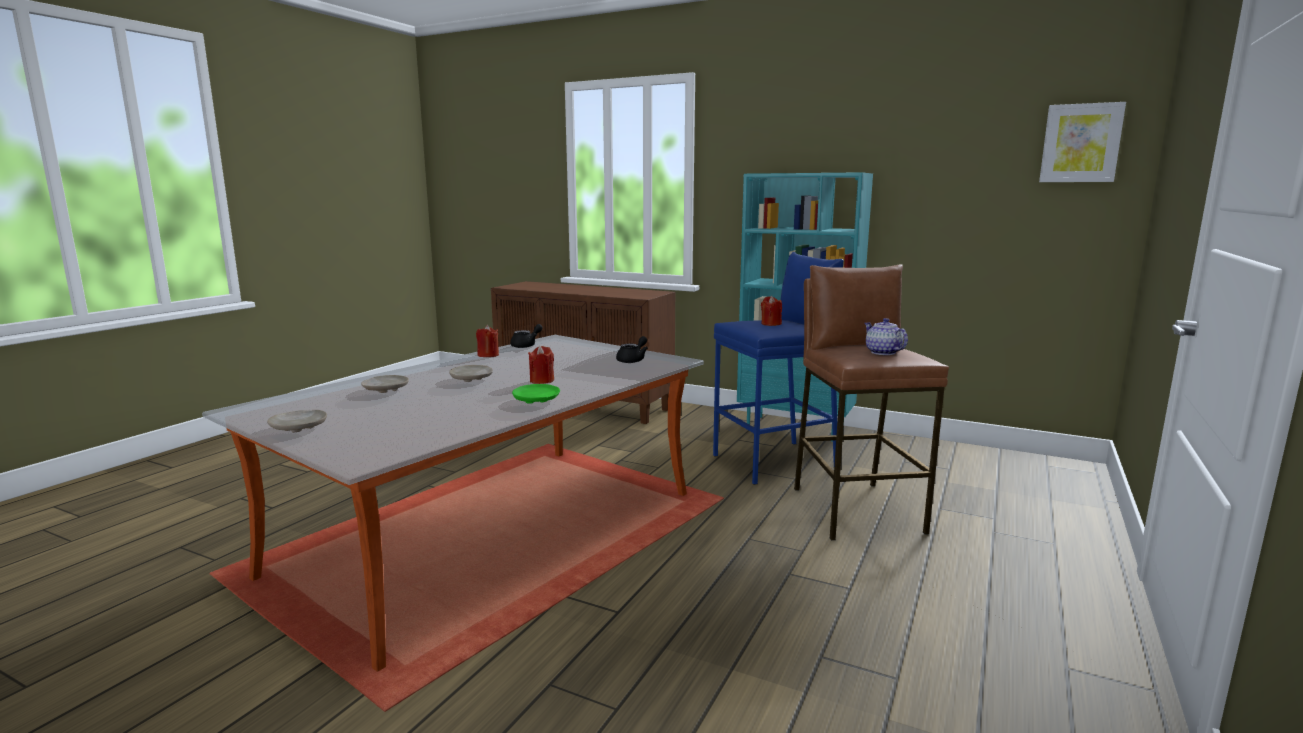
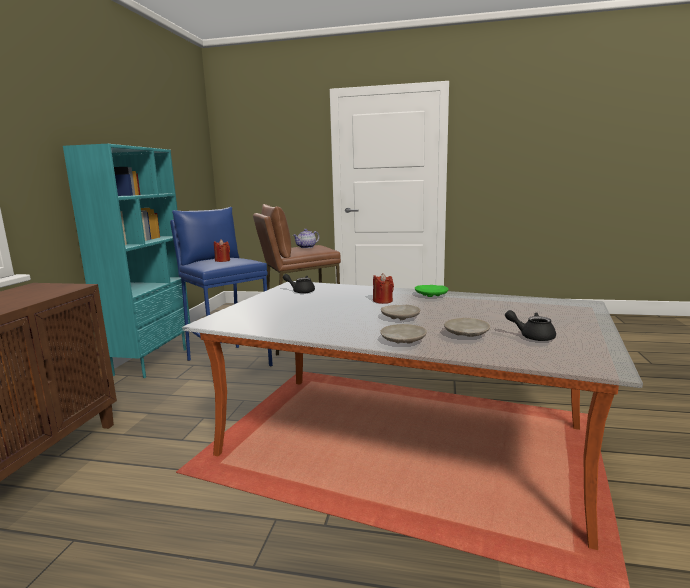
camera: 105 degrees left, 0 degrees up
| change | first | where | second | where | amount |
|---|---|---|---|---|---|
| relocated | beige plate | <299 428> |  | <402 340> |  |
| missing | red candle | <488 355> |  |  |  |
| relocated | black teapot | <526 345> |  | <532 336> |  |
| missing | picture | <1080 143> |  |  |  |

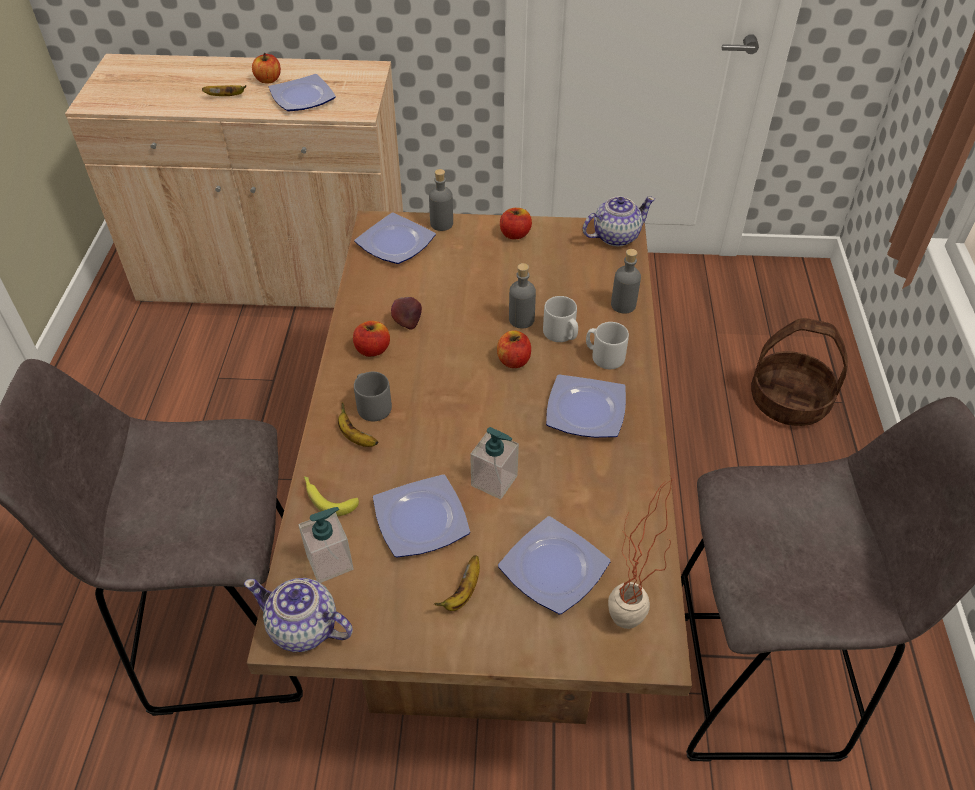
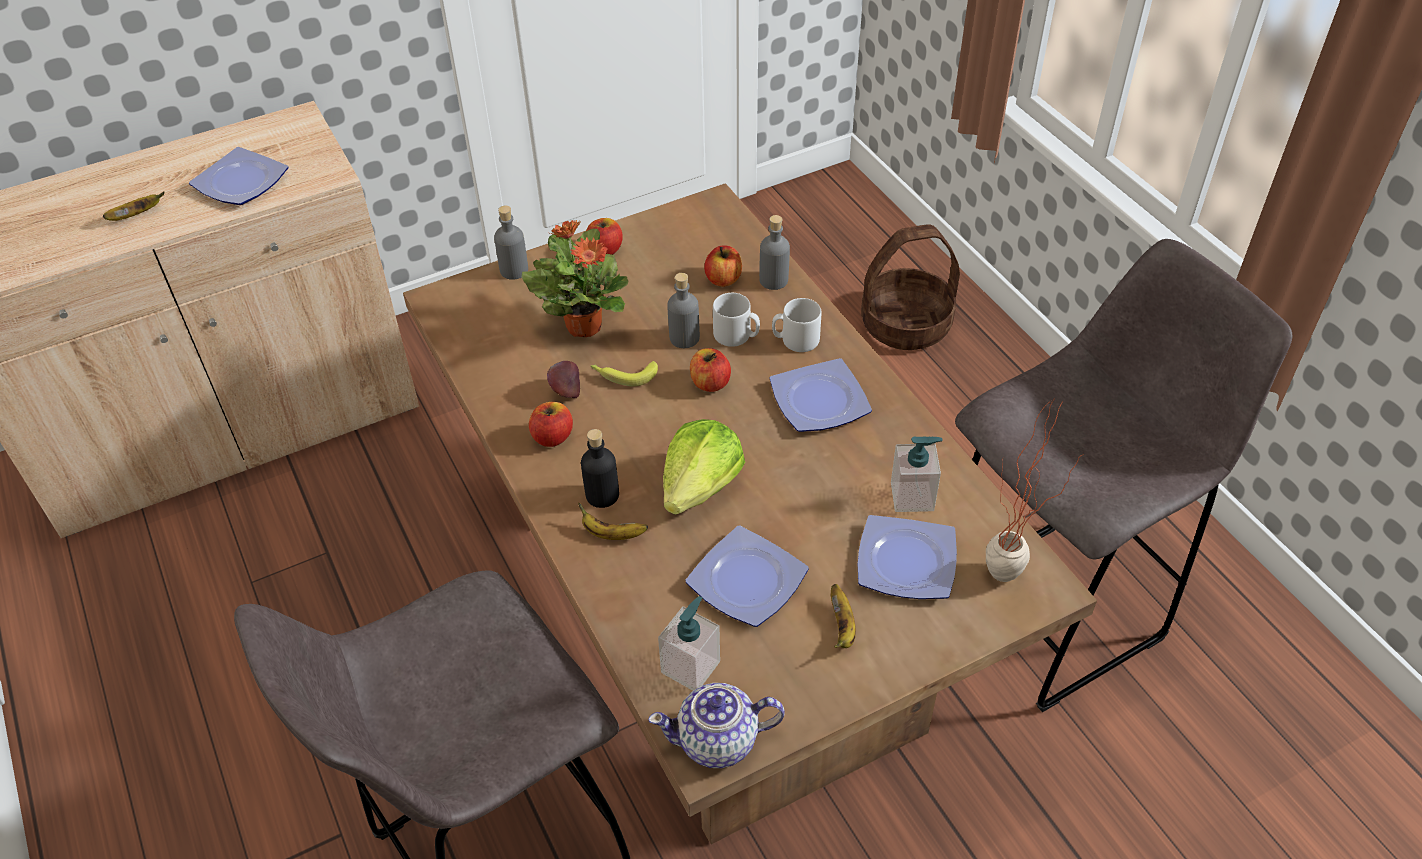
camera: 30 degrees left, 0 degrees up
| change | first | where | second | where | amount |
|---|---|---|---|---|---|
| relocated | apple | <268 80> |  | <723 279> |  |
| relocated | banana | <327 498> |  | <623 375> |  |
| missing | plate | <395 244> |  |  |  |
| exchanged | grey mug | <372 406> | black bottle | <602 495> |  |
| relocated | soap dispenser | <494 481> |  | <912 496> |  |
| missing | teapot | <615 236> |  |  |  |
| appeared |  |  | potted plant | <583 325> |  |
| appeared |  |  | lettuce | <700 486> |  |

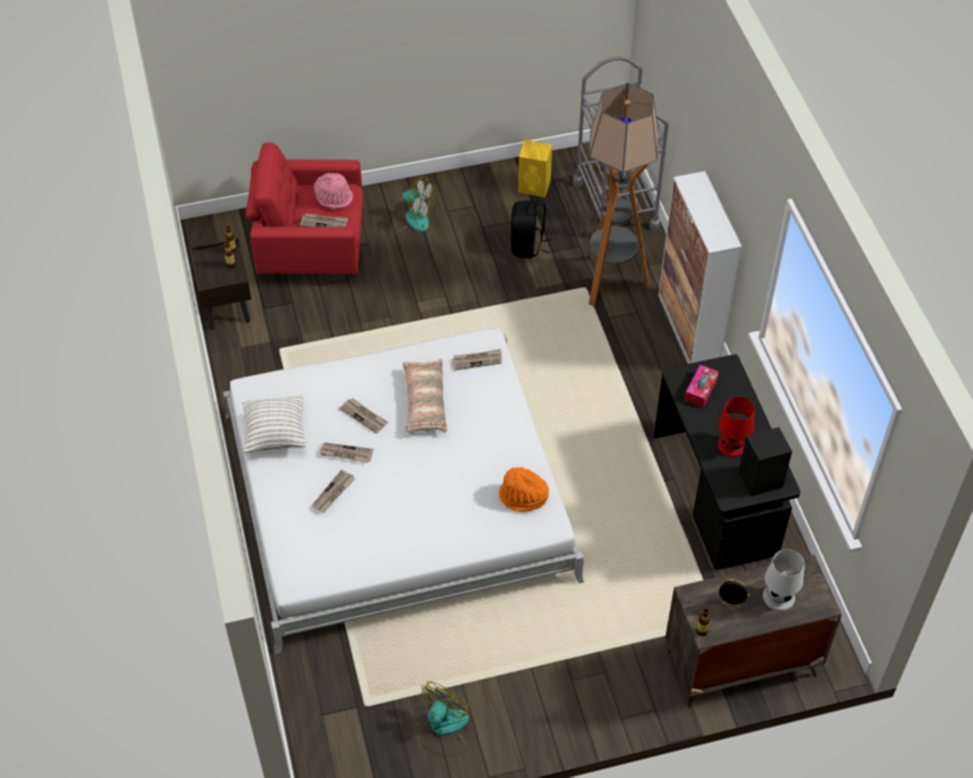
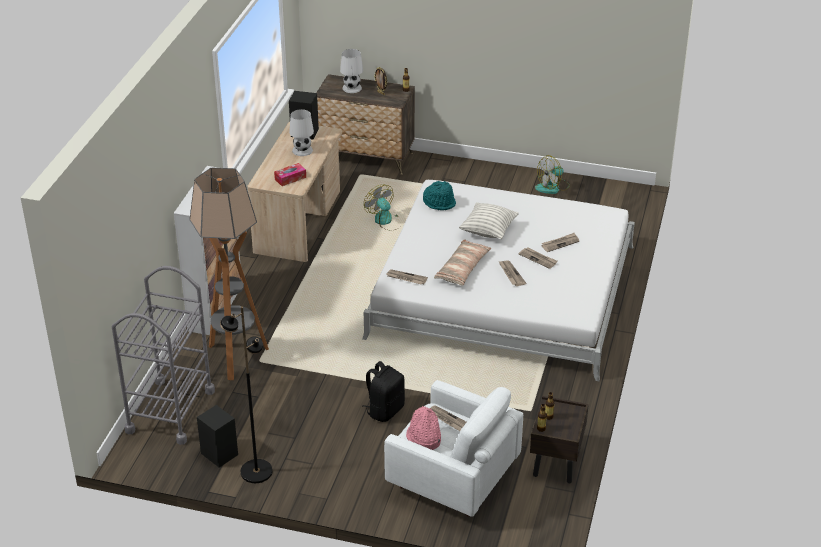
camera: 150 degrees left, 15 degrees down
| change | first | where | second | where | amount |
|---|---|---|---|---|---|
| relocated | pillow | <275 434> |  | <488 231> |  |
| colour | red armchair | <311 248> | white armchair | <453 480> |  |
| relocated | fan | <411 218> |  | <386 221> |  |
| colour | orange hat | <523 496> | turquoise hat | <439 203> |  |
| relocated | black backpack | <527 246> |  | <385 410> |  |
| colour | yellow speaker | <535 186> | black speaker | <219 453> |  |
| colour | black desk | <717 493> | beige desk | <299 222> |  |
| colour | red table lamp | <732 444> | white table lamp | <302 150> |  |
| appeared |  |  | black floor lamp | <256 471> |  |

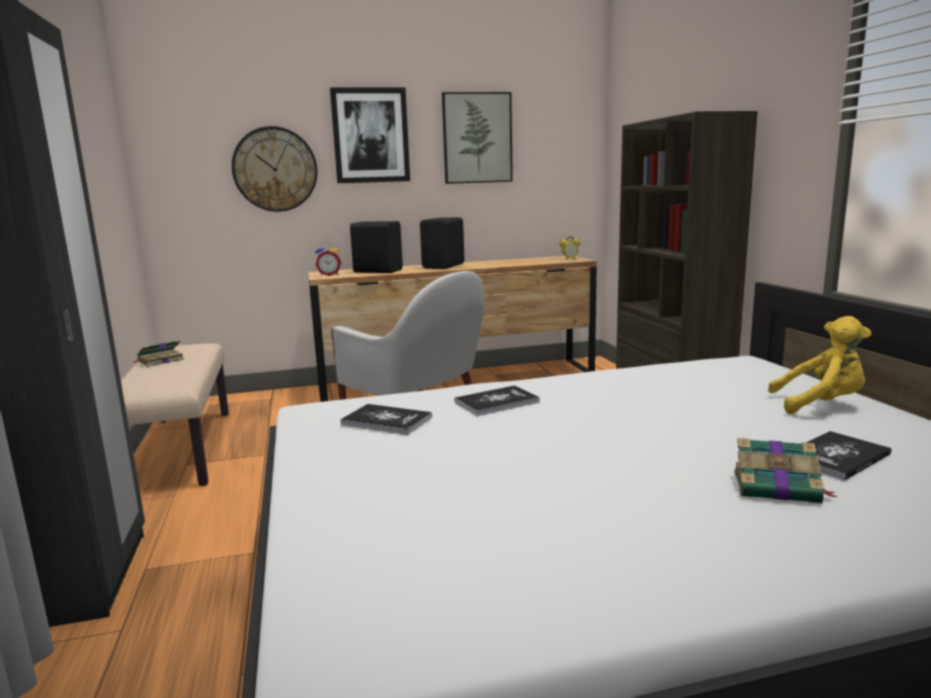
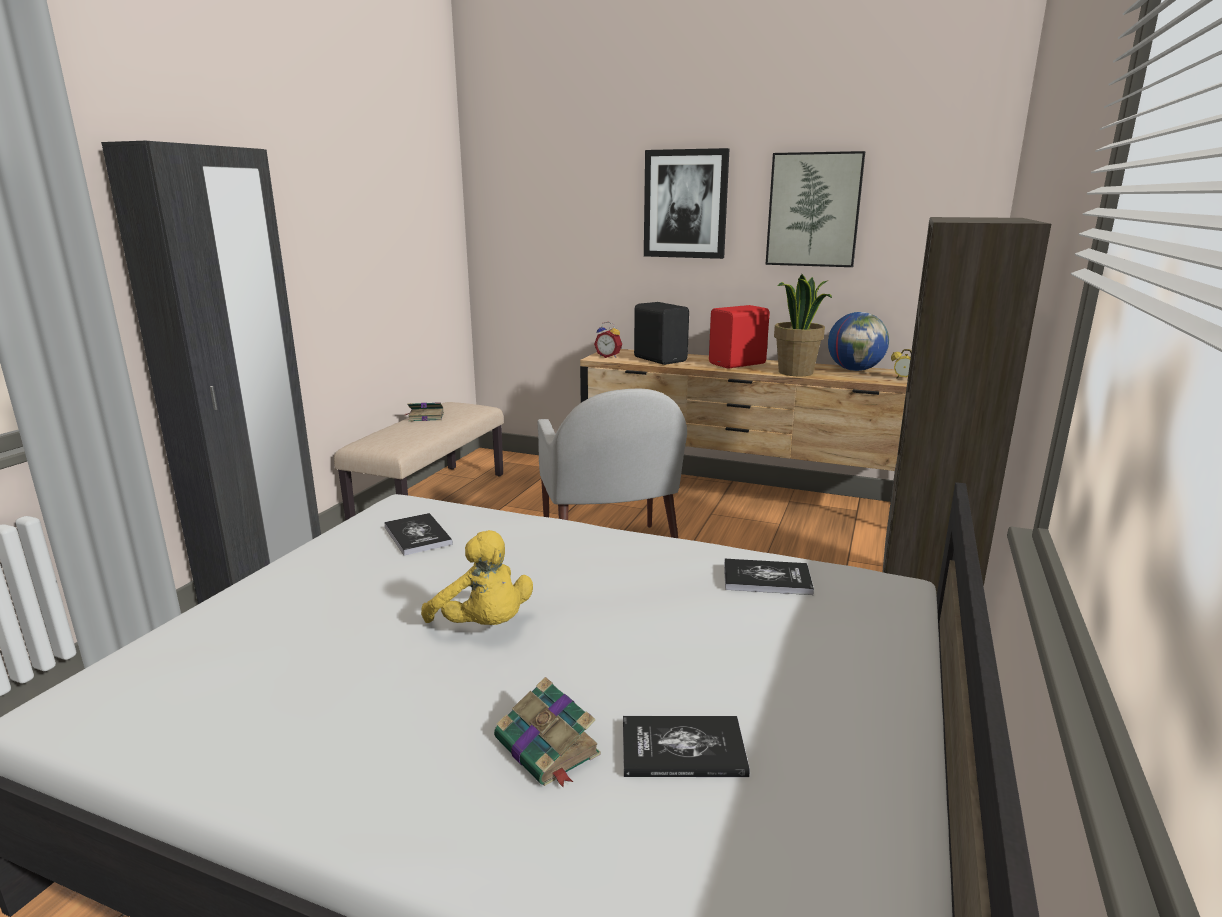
camera: 35 degrees right, 5 degrees up
| change | first | where | second | where | amount |
|---|---|---|---|---|---|
| missing | wall clock | <275 169> |  |  |  |
| colour | black speaker | <445 266> | red speaker | <738 364> |  |
| relocated | book | <496 402> |  | <766 578> |  |
| relocated | yellow plush toy | <820 404> |  | <484 626> |  |
| appeared |  |  | potted plant | <796 372> |  |
| appeared |  |  | globe | <855 370> |  |

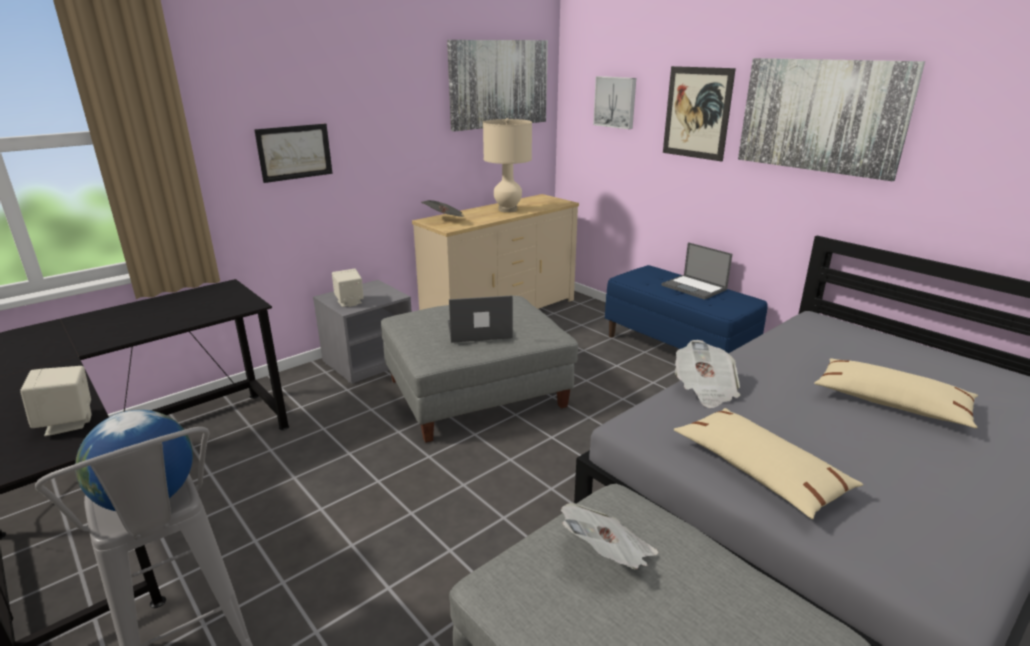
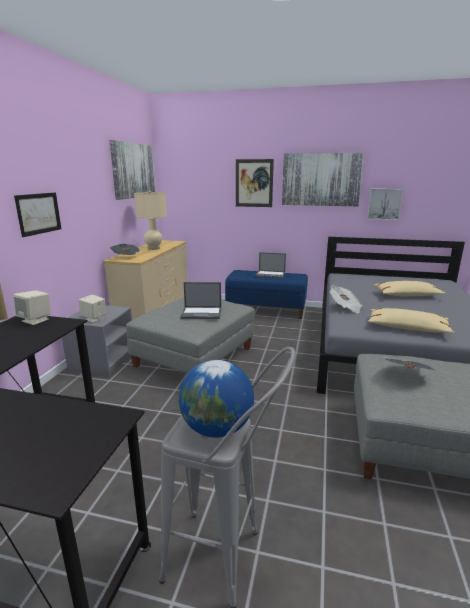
camera: 35 degrees left, 5 degrees down
| change | first | where | second | where | amount |
|---|---|---|---|---|---|
| relocated | beige speaker | <68 423> |  | <35 320> |  |
| spun | laptop | <478 330> |  | <202 313> | 135 degrees counterclockwise |
| relocated | picture | <615 102> |  | <384 204> |  |

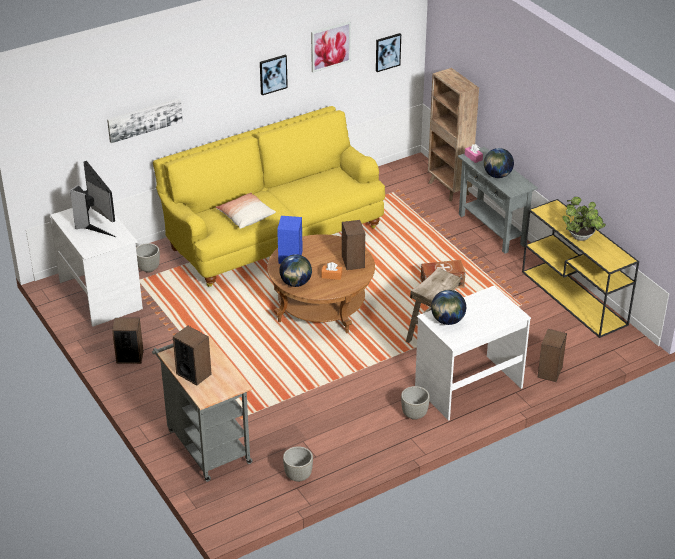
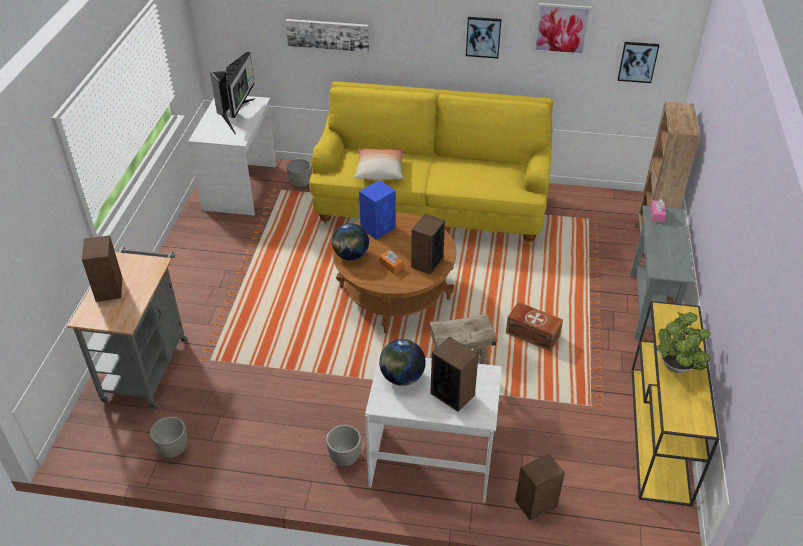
camera: 40 degrees right, 5 degrees up
| change | first | where | second | where | amount |
|---|---|---|---|---|---|
| relocated | speaker | <130 357> |  | <452 394> |  |
| missing | globe | <497 175> |  |  |  |

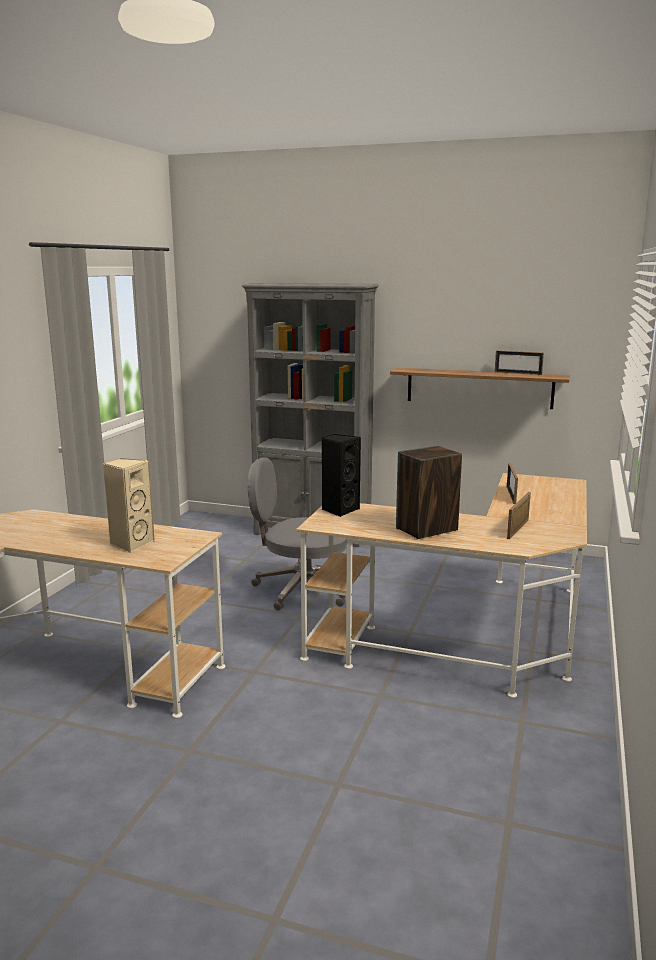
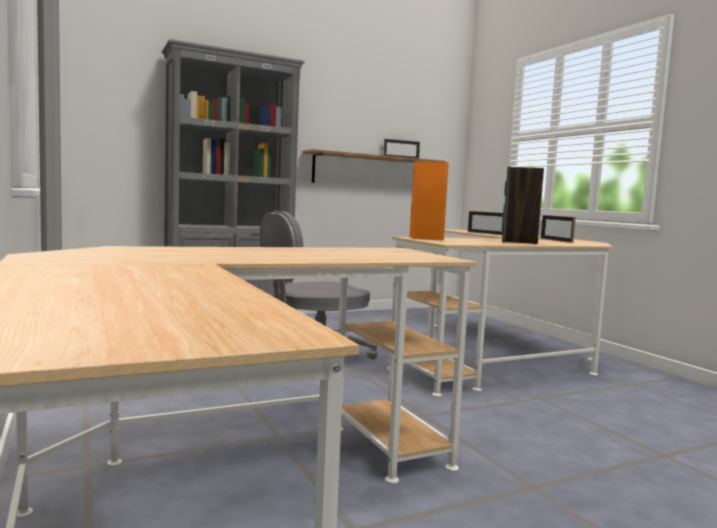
camera: 45 degrees left, 10 degrees down
| change | first | where | second | where | amount |
|---|---|---|---|---|---|
| missing | beige speaker | <131 544> |  |  |  |
| colour | black speaker | <339 510> | orange speaker | <426 238> |  |

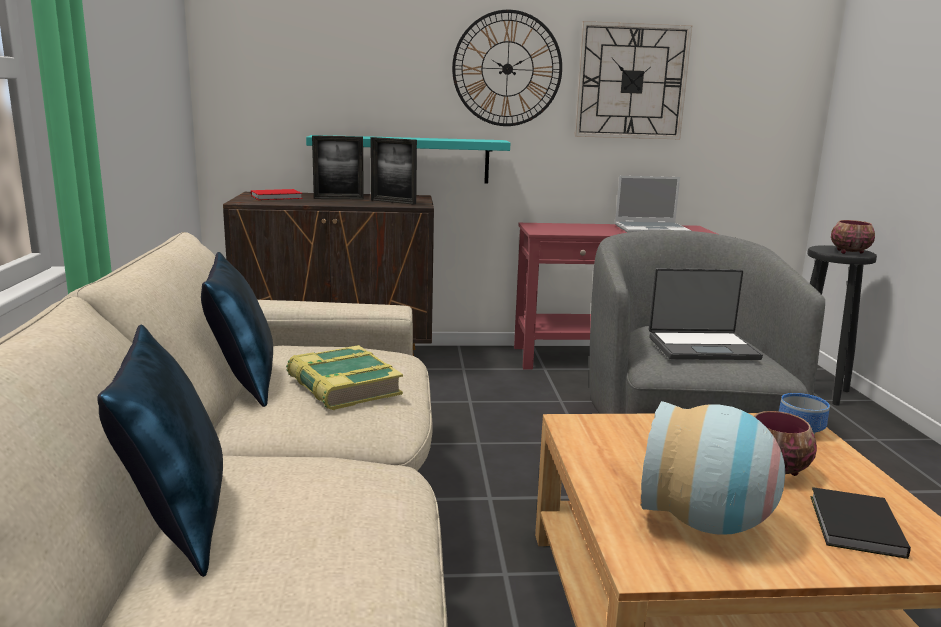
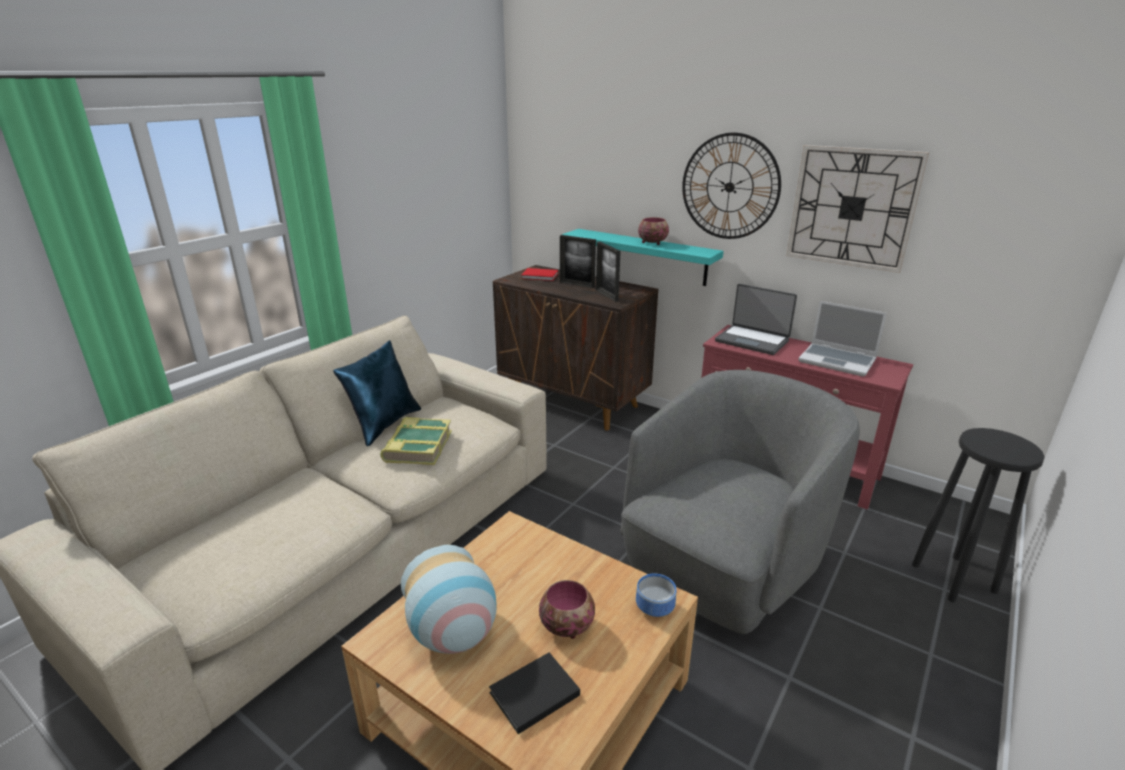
camera: 40 degrees right, 10 degrees up
| change | first | where | second | where | amount |
|---|---|---|---|---|---|
| missing | blue pillow | <177 522> |  |  |  |
| relocated | laptop | <702 347> |  | <752 340> |  |
| relocated | bowl | <848 252> |  | <652 243> |  |

